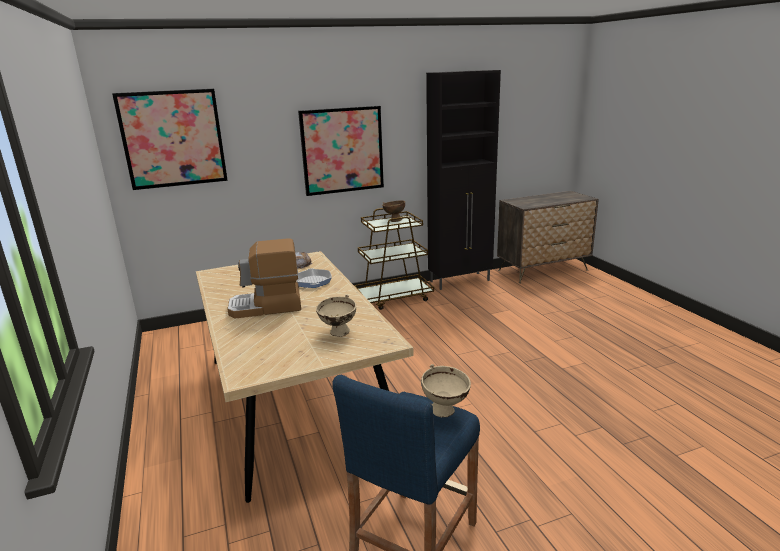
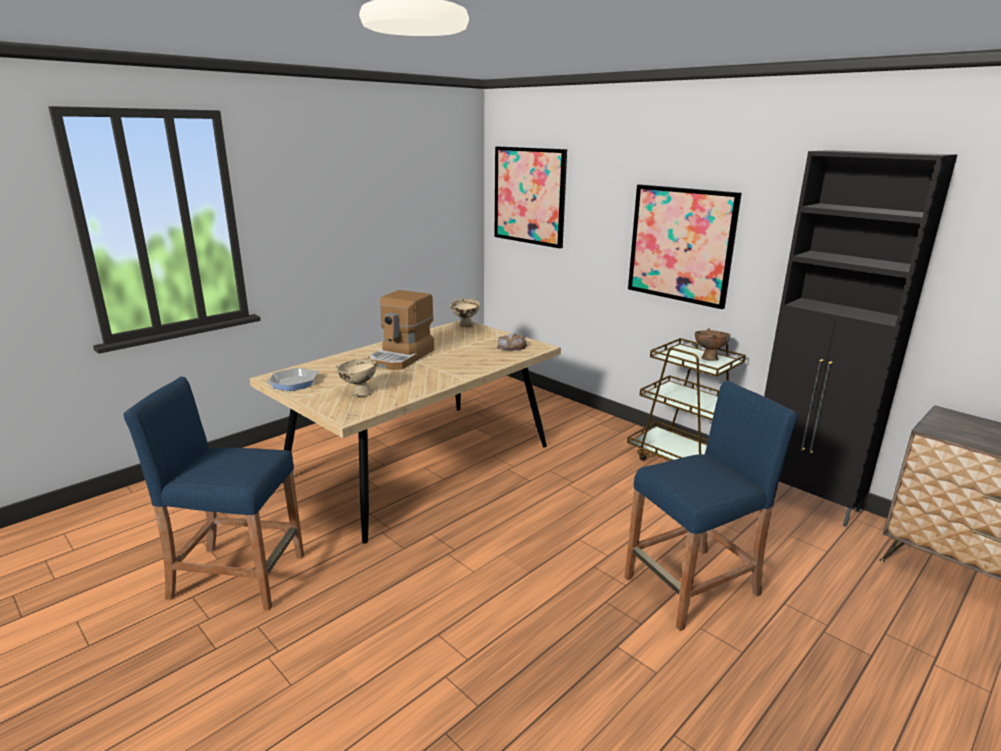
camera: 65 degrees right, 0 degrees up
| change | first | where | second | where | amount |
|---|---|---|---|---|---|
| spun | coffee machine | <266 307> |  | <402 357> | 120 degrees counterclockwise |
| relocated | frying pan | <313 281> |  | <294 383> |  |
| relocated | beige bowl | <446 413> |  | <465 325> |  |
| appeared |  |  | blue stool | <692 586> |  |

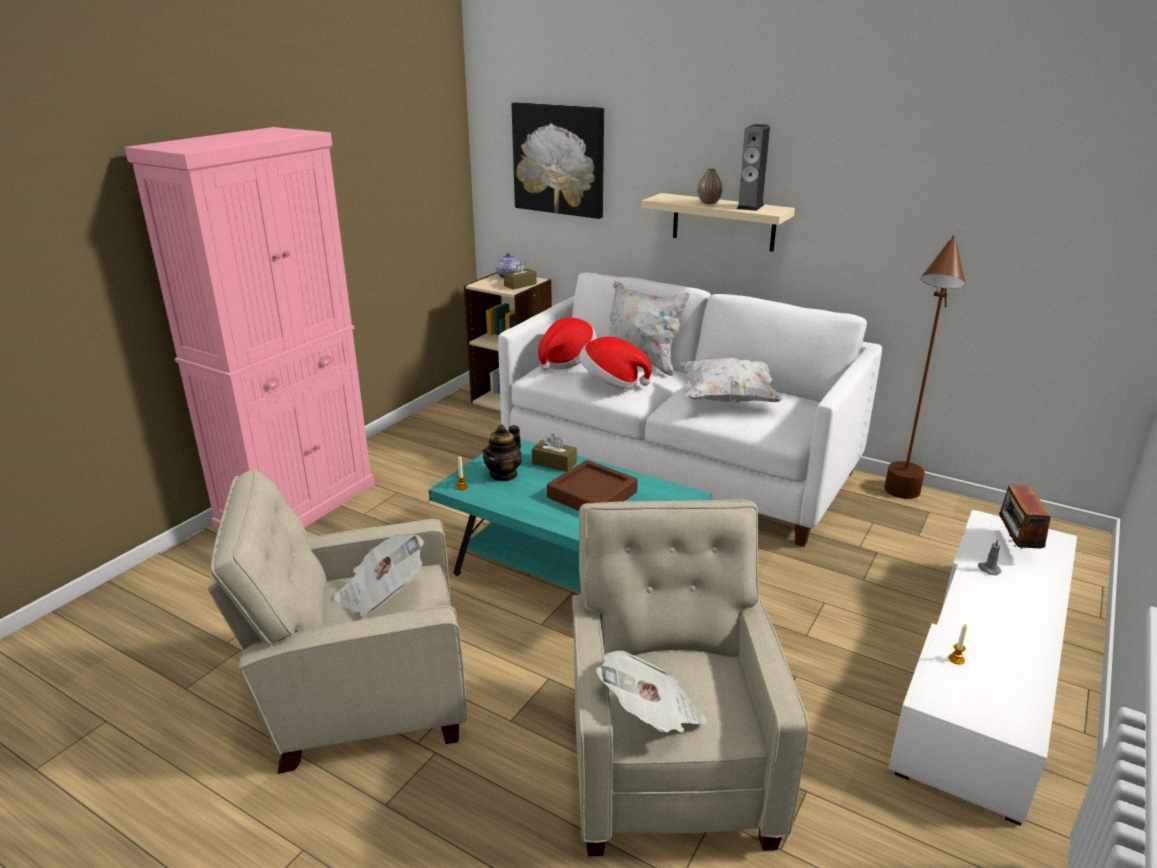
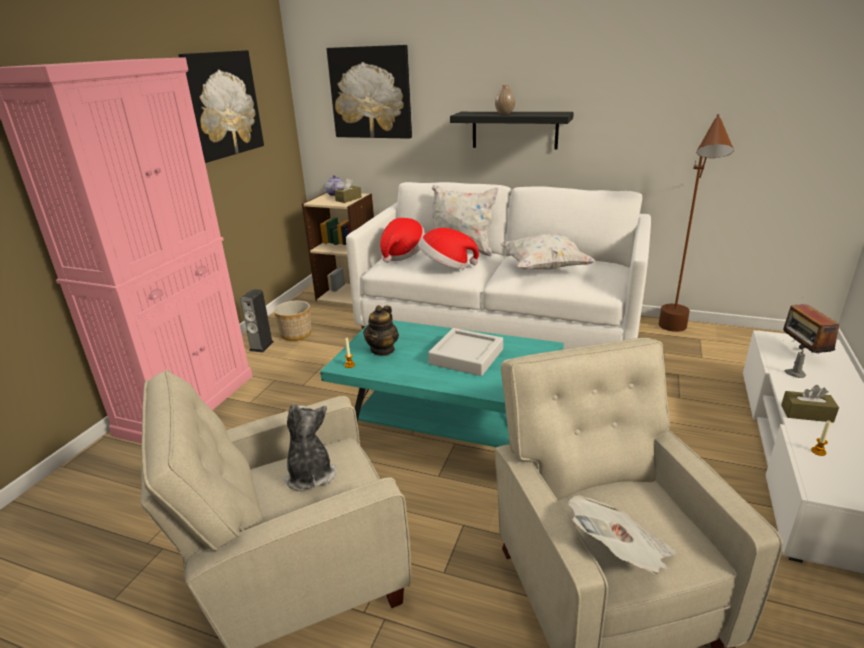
camera: 10 degrees left, 0 degrees up
| change | first | where | second | where | amount |
|---|---|---|---|---|---|
| exchanged | newspaper | <381 593> | plush toy | <310 474> |  |
| relocated | brown tissue box | <554 463> |  | <806 413> |  |
| colour | brown tray | <592 495> | grey tray | <466 356> |  |
| colour | beige shelf | <723 222> | black shelf | <514 130> |  |
| relocated | speaker | <750 207> |  | <261 346> |  |
| appeared |  |  | picture | <222 104> |  |
| appeared |  |  | planter | <296 334> |  |

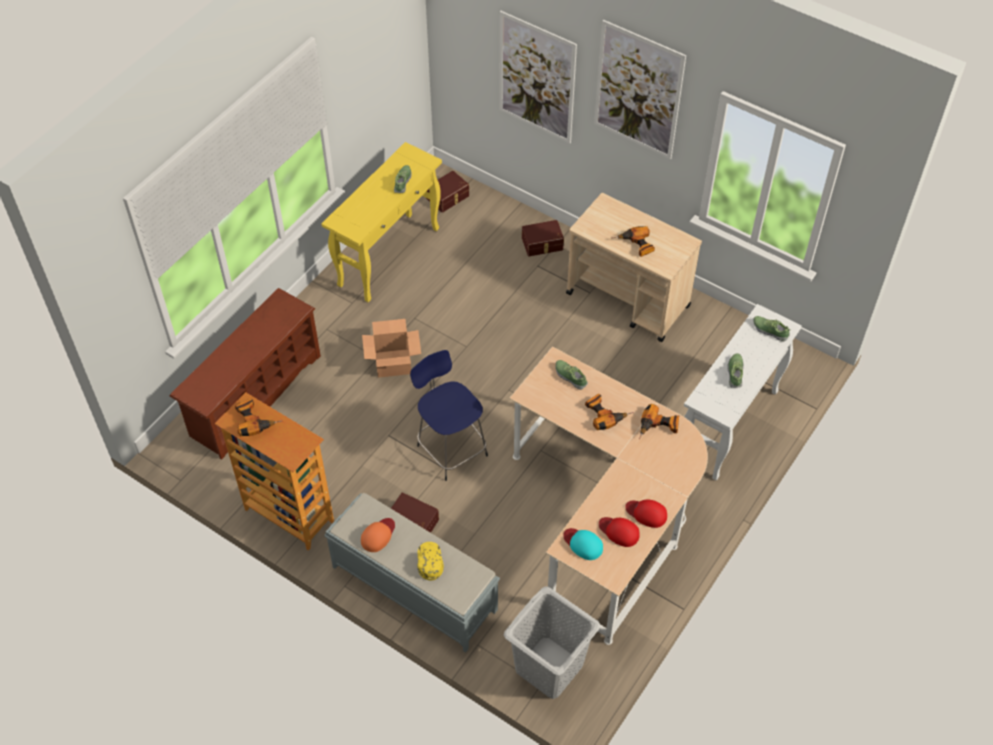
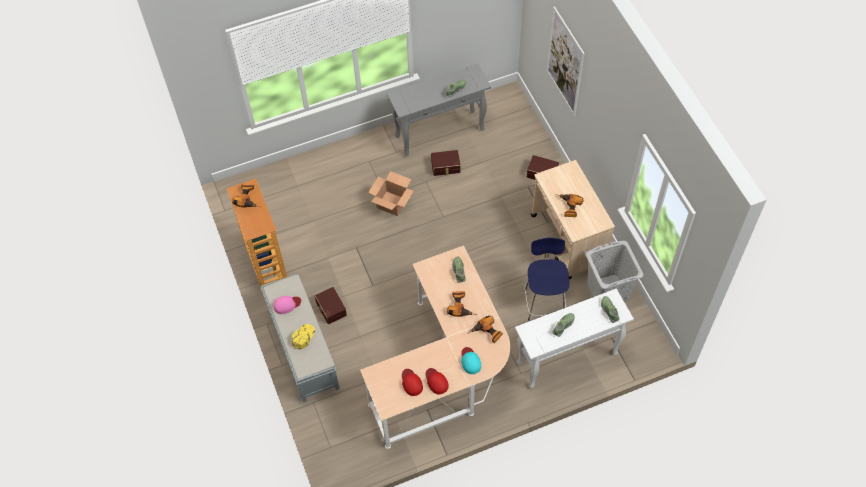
camera: 35 degrees right, 5 degrees up
| change | first | where | second | where | amount |
|---|---|---|---|---|---|
| missing | brown shoe rack | <255 395> |  |  |  |
| colour | yellow console table | <389 256> | grey console table | <440 133> |  |
| colour | orange cap | <378 535> | pink cap | <287 305> |  |
| relocated | blue stool | <451 448> |  | <544 302> |  |
| relocated | brown storage box | <448 197> |  | <445 167> |  |
| relocated | grey laundry basket | <549 668> |  | <607 291> |  |
| relocated | turquoise cap | <583 544> |  | <470 361> |  |
| missing | picture | <638 90> |  |  |  |

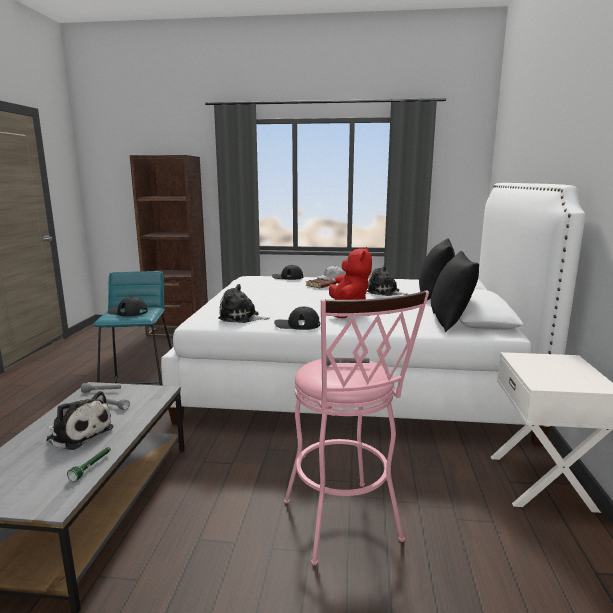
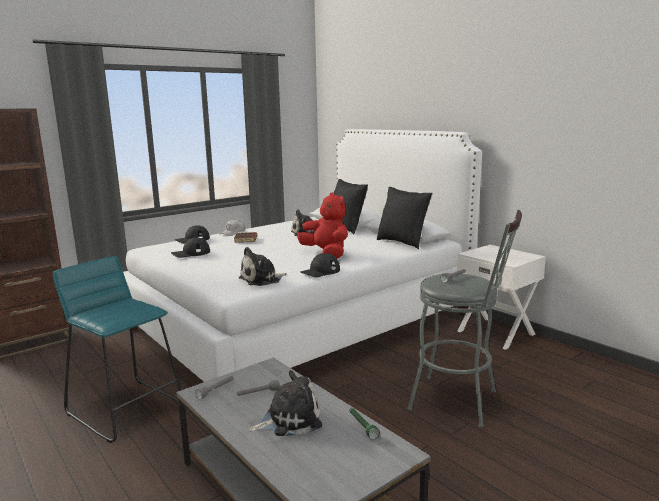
camera: 45 degrees left, 0 degrees up
| change | first | where | second | where | amount |
|---|---|---|---|---|---|
| relocated | black cap | <128 312> |  | <191 253> |  |
| colour | pink stool | <344 527> | grey stool | <461 402> |  |

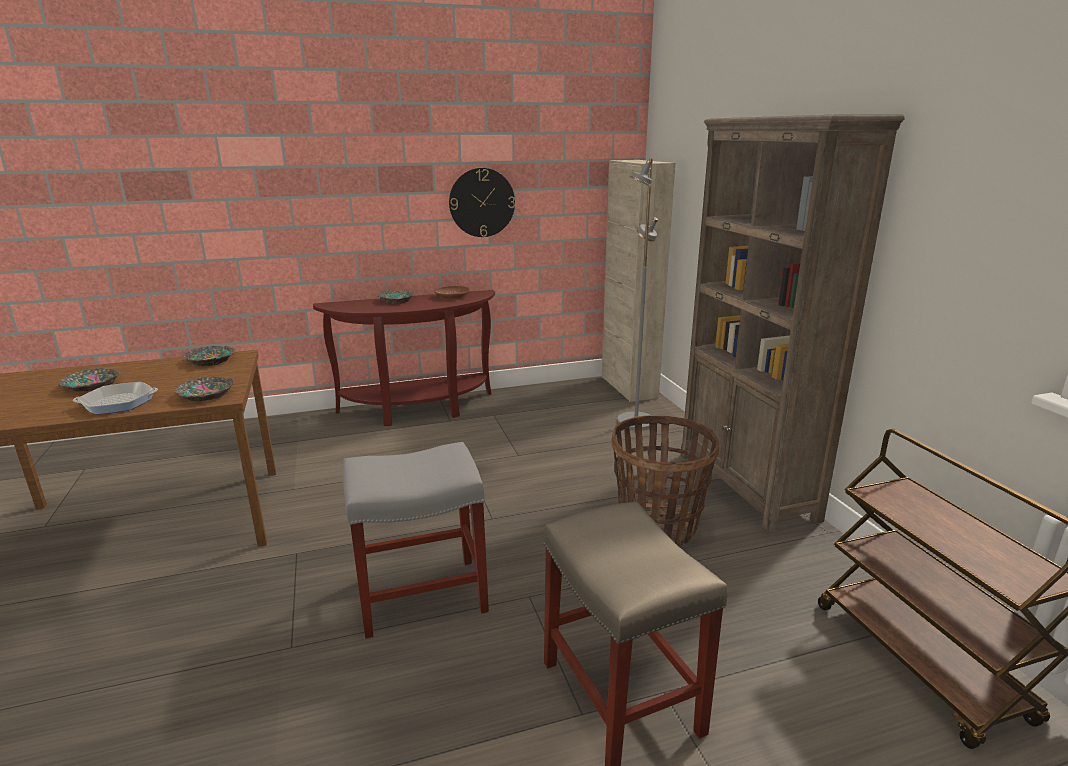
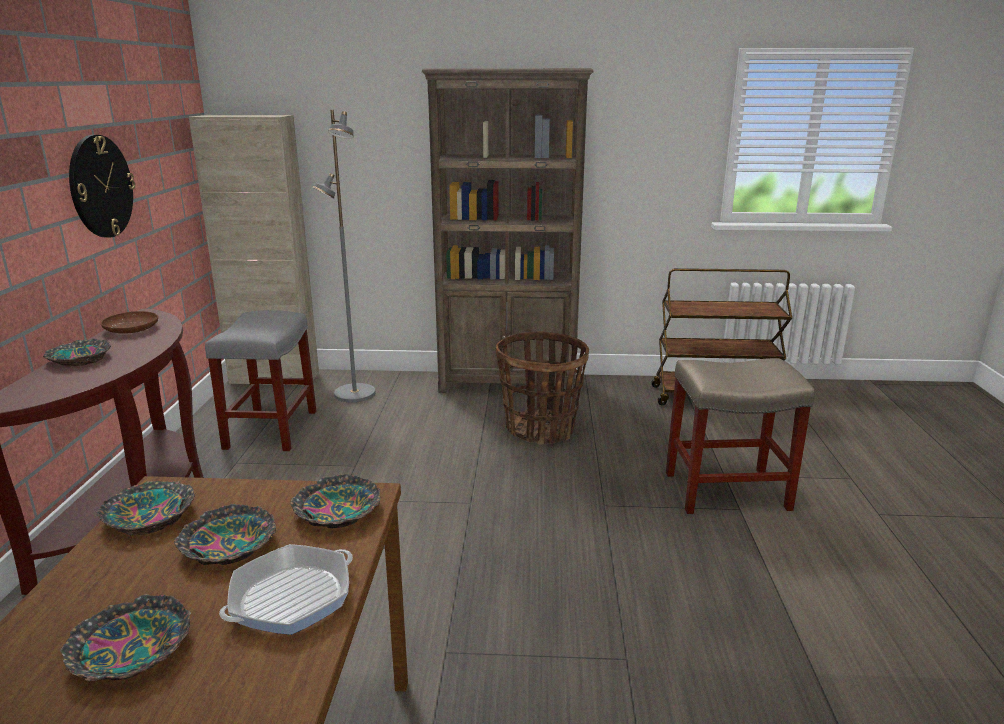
camera: 70 degrees left, 0 degrees up
| change | first | where | second | where | amount |
|---|---|---|---|---|---|
| spun | frying pan | <118 403> |  | <291 597> | 45 degrees clockwise |
| relocated | grey stool | <420 596> |  | <271 430> |  |
| appeared |  |  | bowl | <229 546> |  |

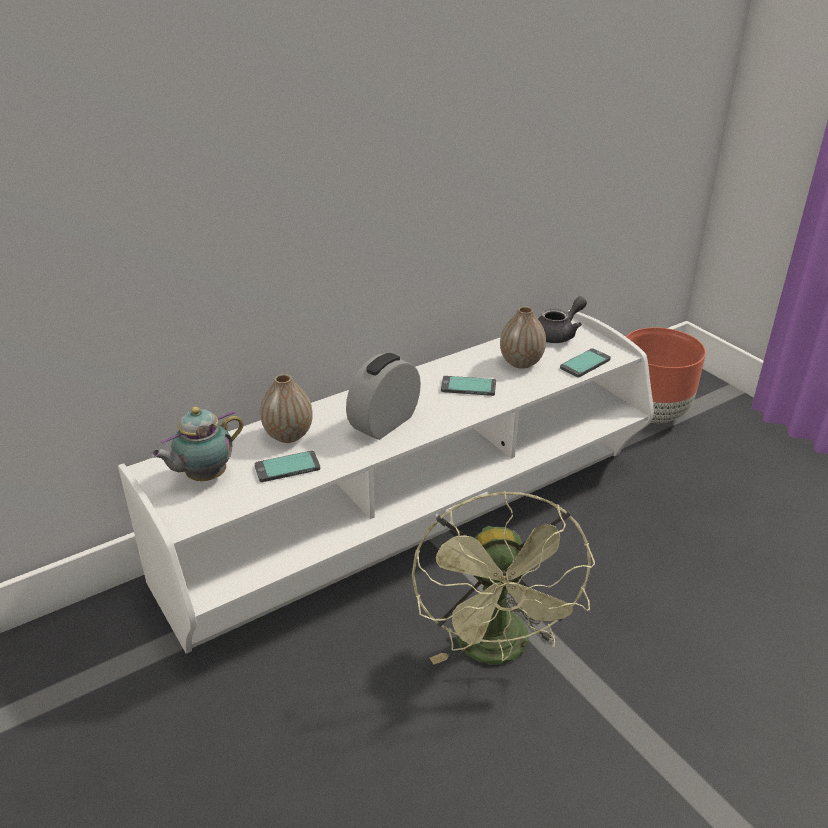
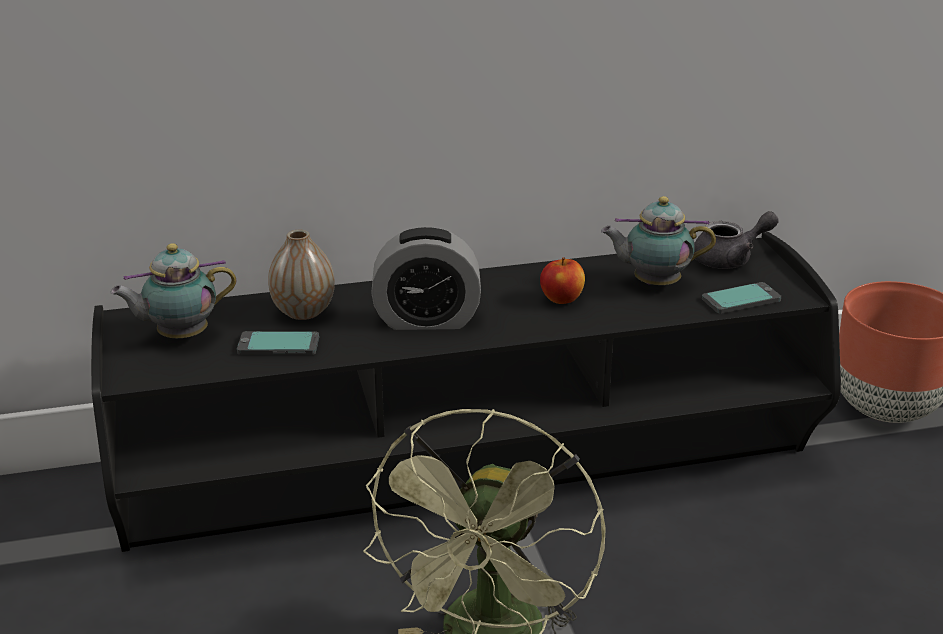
camera: 20 degrees right, 5 degrees down
| change | first | where | second | where | amount |
|---|---|---|---|---|---|
| colour | white tv stand | <414 523> | black tv stand | <472 473> |  |
| spun | alarm clock | <384 423> |  | <427 320> | 150 degrees counterclockwise |
| exchanged | phone | <468 387> | apple | <561 299> |  |
| exchanged | vase | <521 362> | teapot | <653 283> |  |

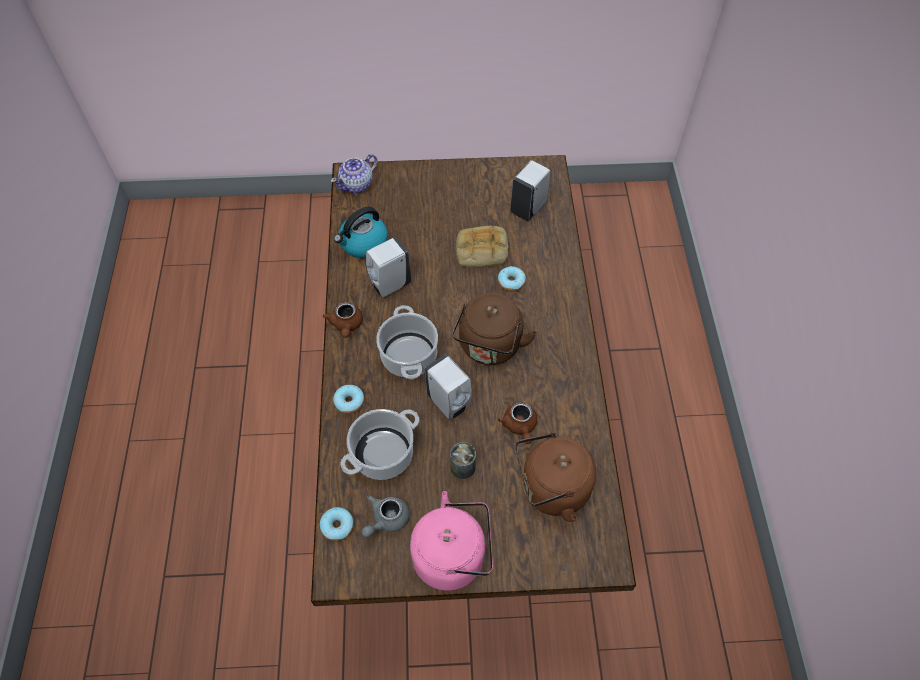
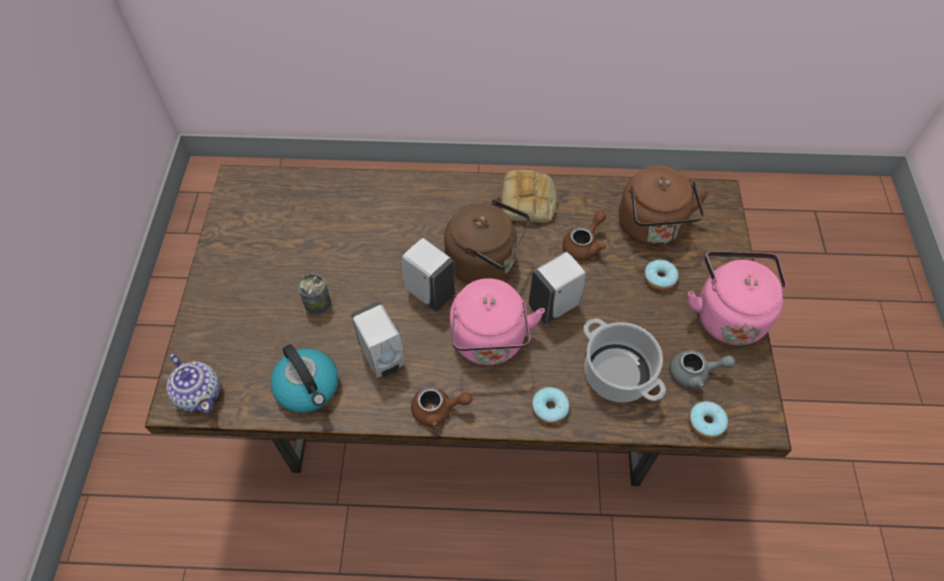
camera: 85 degrees left, 0 degrees up
| change | first | where | second | where | amount |
|---|---|---|---|---|---|
| spun | grey teapot | <386 520> |  | <694 373> | 45 degrees counterclockwise |
| exchanged | cooking pot | <408 355> | pink kettle | <489 342> |  |
| relocated | can | <463 467> |  | <317 303> |  |
| relocated | bread | <481 251> |  | <529 201> |  |
| relocated | donut | <511 282> |  | <659 278> |  |
| spun | brown teapot | <520 426> |  | <584 245> | 45 degrees counterclockwise |
| relocated | white soap dispenser | <529 207> |  | <429 292> |  |

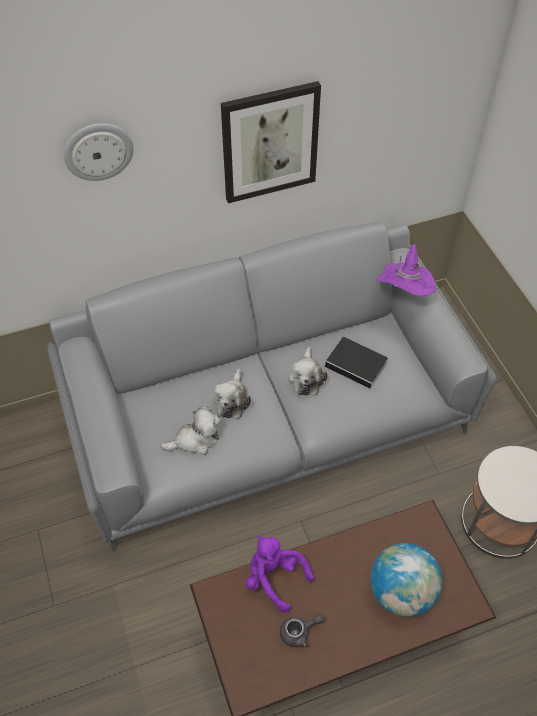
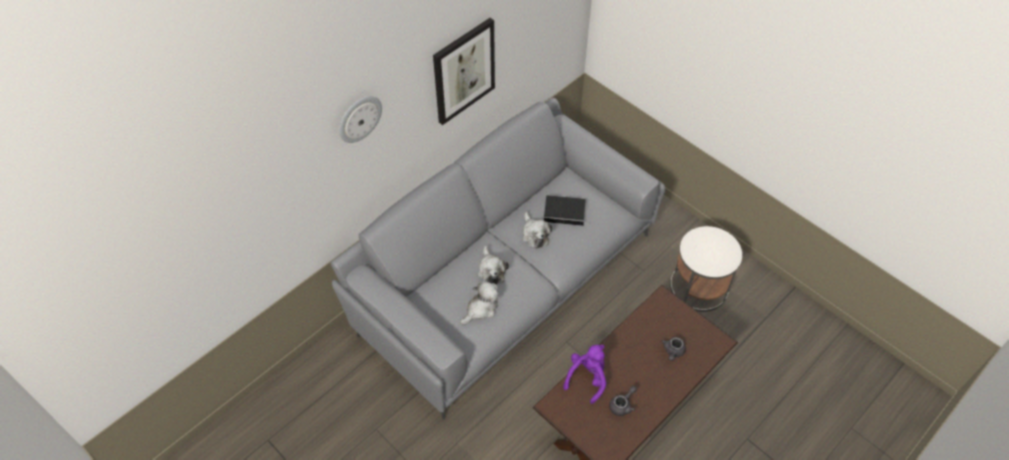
camera: 25 degrees left, 0 degrees up
| change | first | where | second | where | amount |
|---|---|---|---|---|---|
| spun | purple plush toy | <274 578> |  | <587 378> | 105 degrees clockwise |
| exchanged | globe | <401 592> | grey teapot | <673 351> |  |
| missing | purple hat | <404 292> |  |  |  |

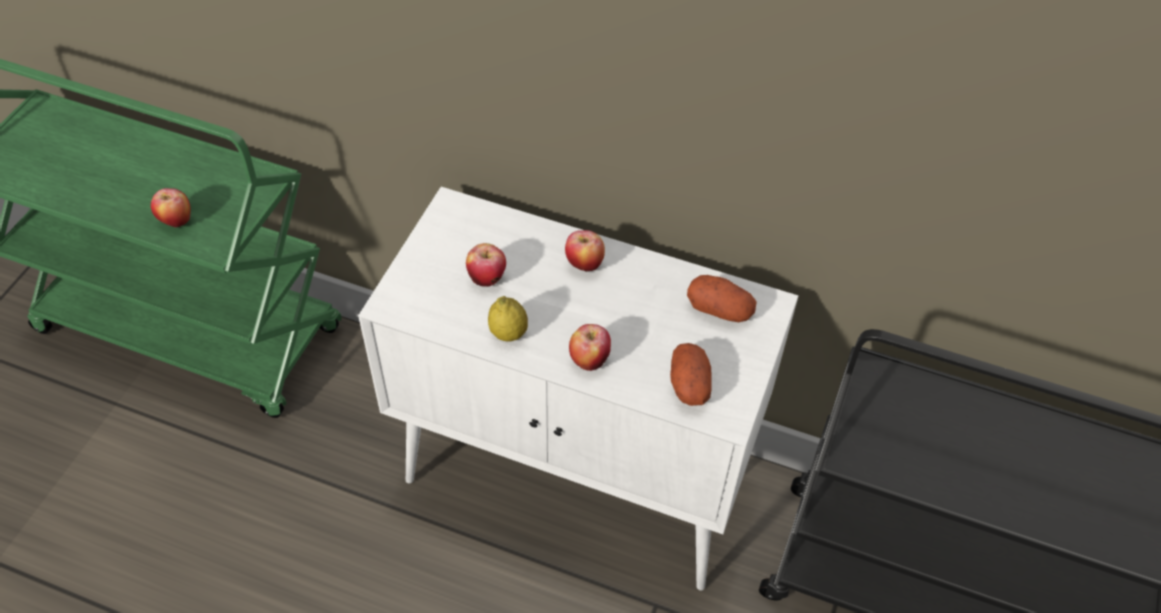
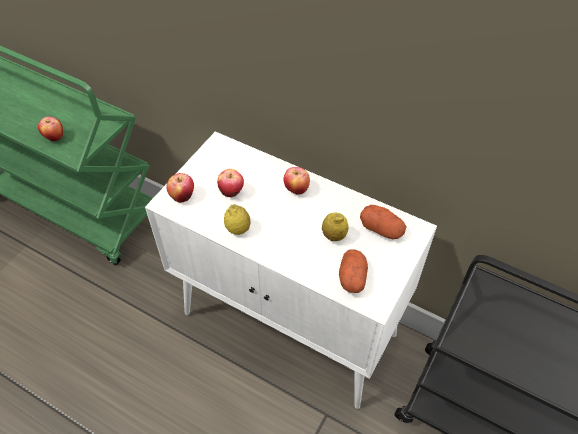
camera: 10 degrees right, 0 degrees up
| change | first | where | second | where | amount |
|---|---|---|---|---|---|
| relocated | apple | <589 360> |  | <182 196> |  |
| appeared |  |  | lemon | <334 235> |  |

